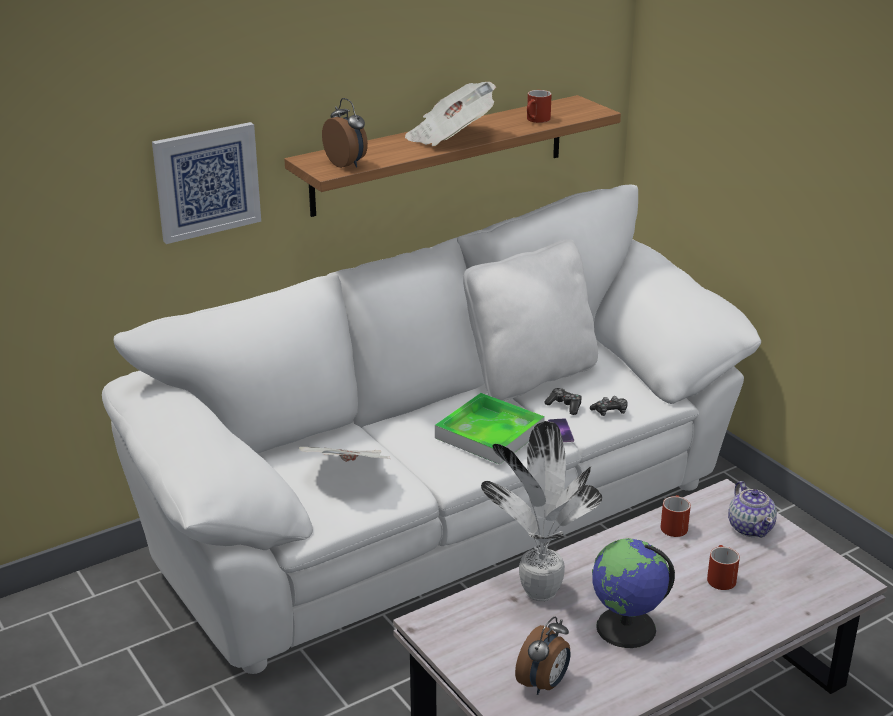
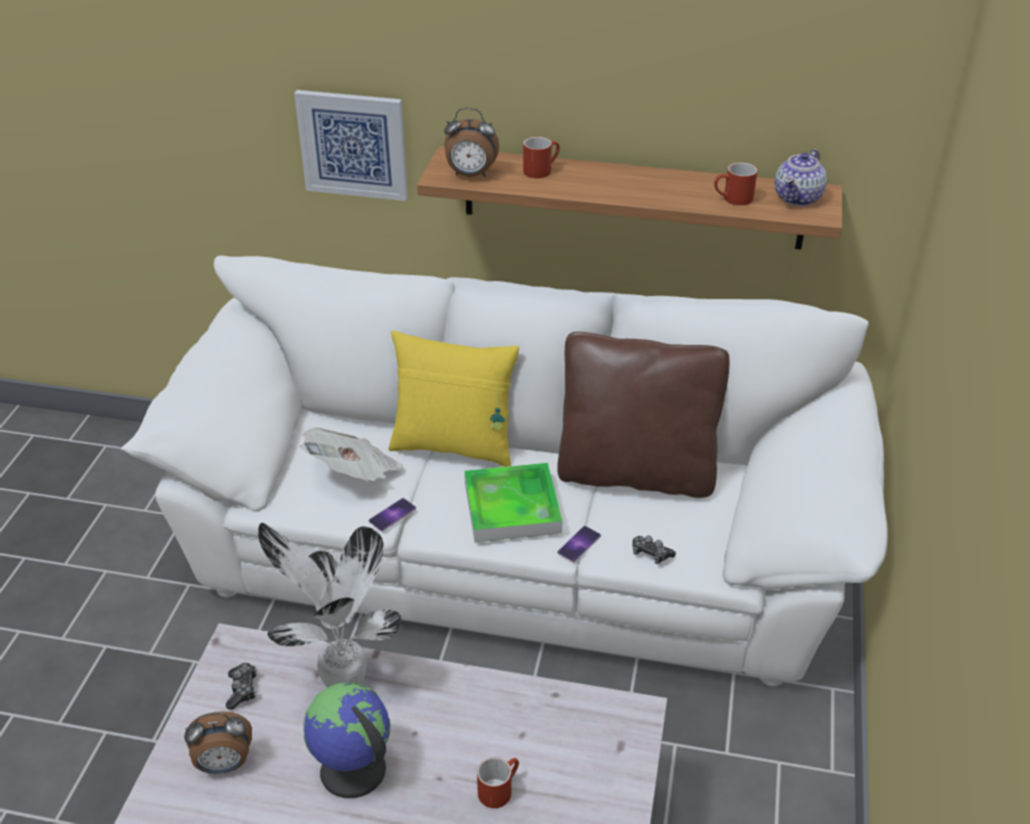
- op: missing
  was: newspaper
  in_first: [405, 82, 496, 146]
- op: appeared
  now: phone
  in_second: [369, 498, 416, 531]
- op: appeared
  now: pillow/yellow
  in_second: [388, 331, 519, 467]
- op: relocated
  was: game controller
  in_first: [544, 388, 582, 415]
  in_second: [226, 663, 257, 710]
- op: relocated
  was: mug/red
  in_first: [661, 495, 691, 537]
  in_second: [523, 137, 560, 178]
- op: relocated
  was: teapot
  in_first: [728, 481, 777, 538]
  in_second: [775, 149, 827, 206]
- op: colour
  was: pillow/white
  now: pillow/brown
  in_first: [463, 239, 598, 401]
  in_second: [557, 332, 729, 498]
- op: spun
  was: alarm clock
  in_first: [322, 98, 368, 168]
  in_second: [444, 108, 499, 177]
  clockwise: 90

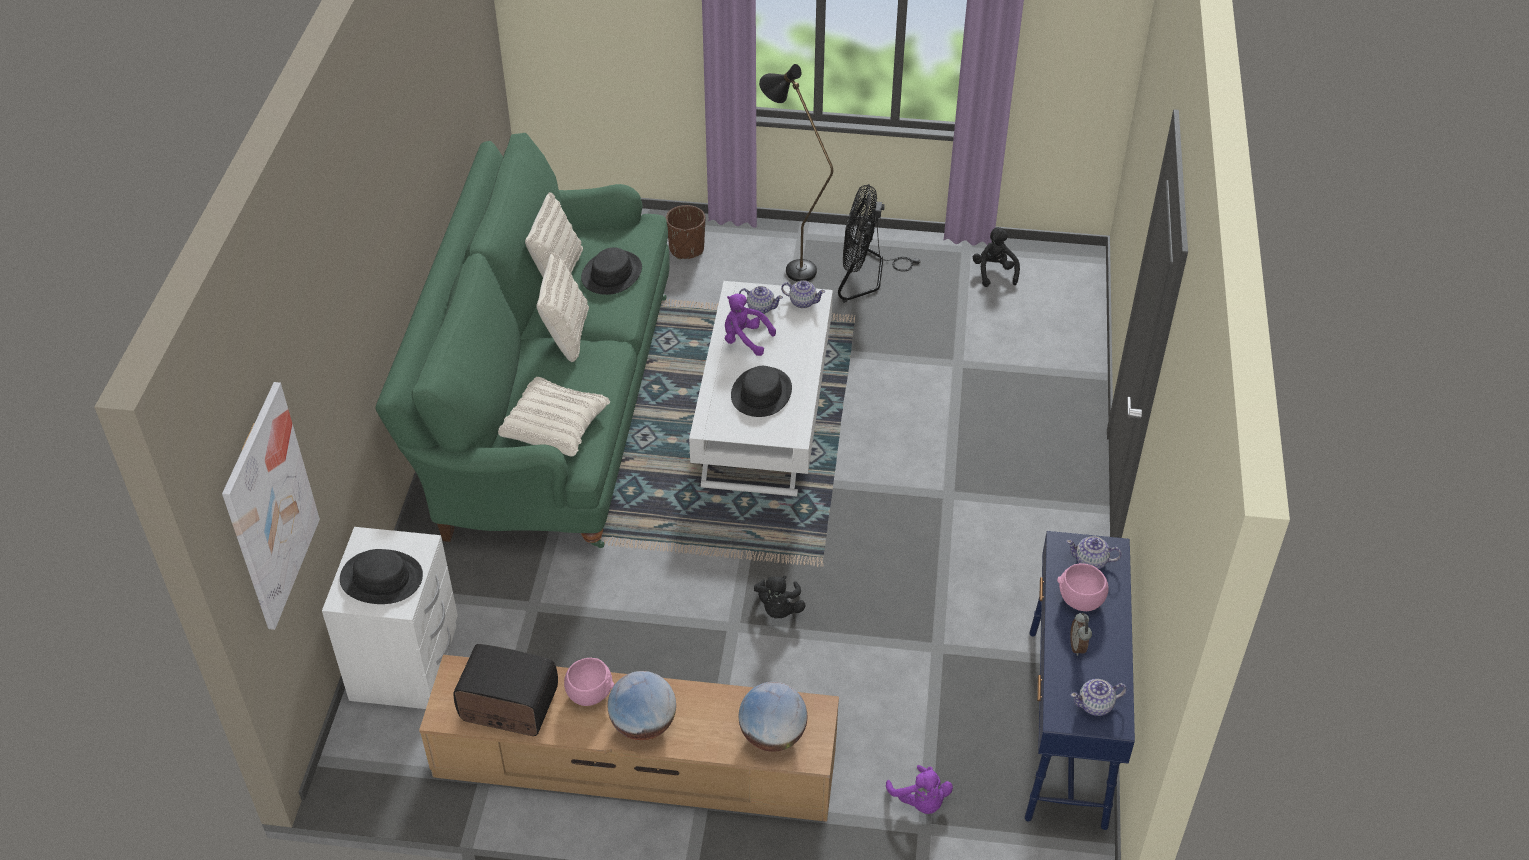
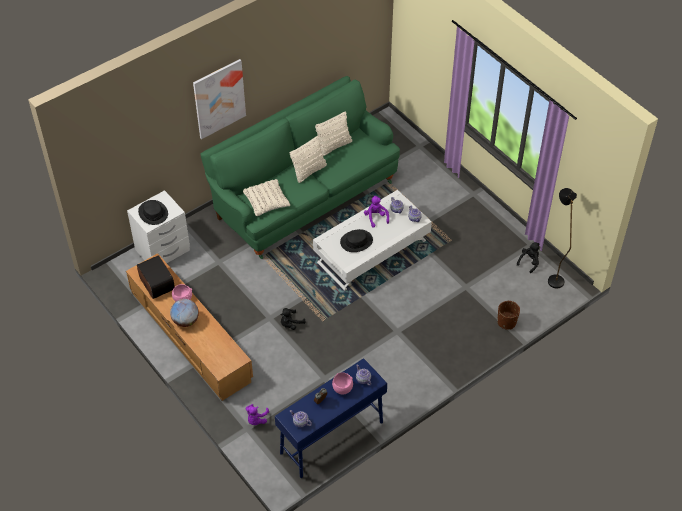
- op: missing
  was: hat/black
  in_first: [581, 247, 642, 295]
- op: missing
  was: globe
  in_first: [739, 682, 807, 752]
- op: missing
  was: fan/black
  in_first: [838, 184, 922, 303]
- op: relocated
  was: picture
  in_first: [222, 382, 320, 630]
  in_second: [193, 59, 246, 139]
- op: relocated
  was: planter/brown
  in_first: [666, 205, 705, 259]
  in_second: [497, 301, 520, 330]
- op: relocated
  was: floor lamp/black
  in_first: [759, 64, 833, 282]
  in_second: [548, 188, 577, 288]

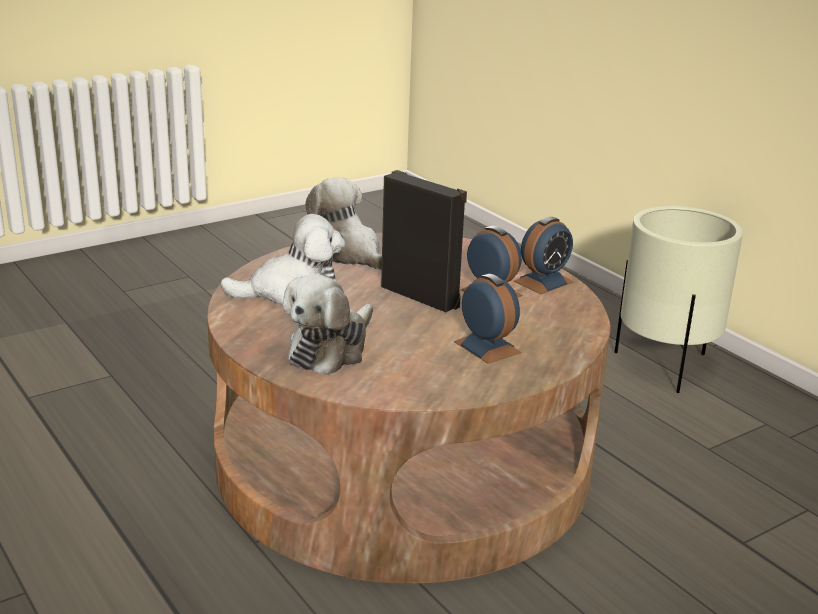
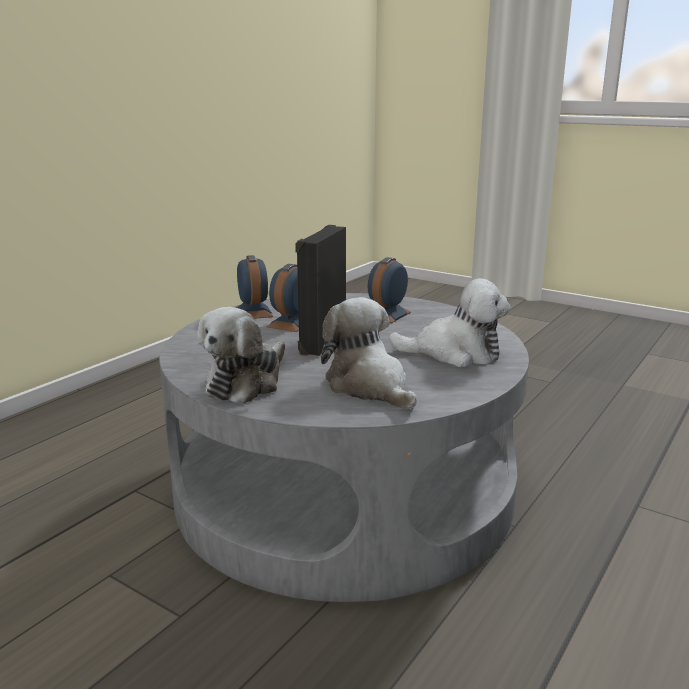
- op: missing
  was: planter/beige
  in_first: [614, 206, 743, 393]
- op: colour
  was: coffee table/brown
  now: coffee table/grey
  in_first: [207, 233, 611, 583]
  in_second: [159, 293, 529, 602]
- op: spun
  was: alarm clock
  in_first: [513, 217, 573, 294]
  in_second: [235, 255, 273, 319]
  clockwise: 45

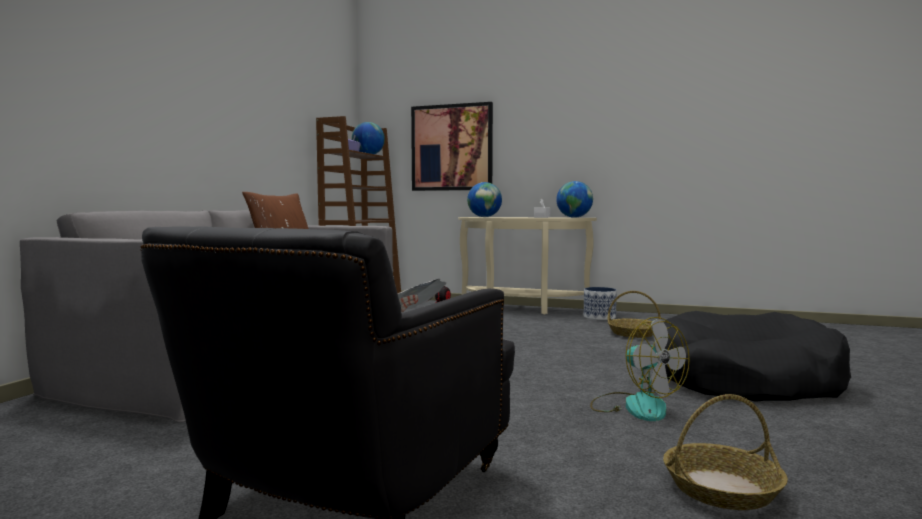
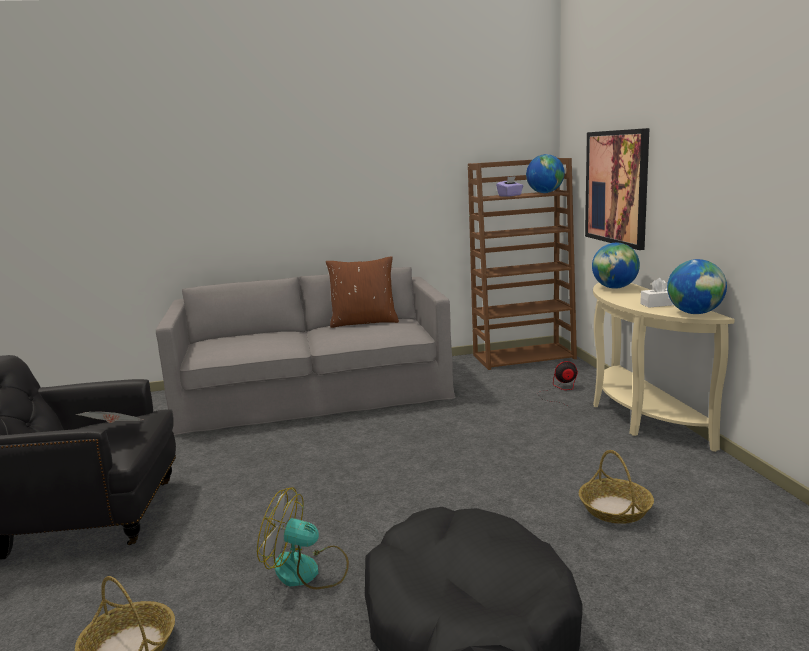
- op: missing
  was: planter
  in_first: [584, 287, 617, 320]
- op: spun
  was: fan
  in_first: [590, 317, 690, 421]
  in_second: [257, 487, 349, 589]
  clockwise: 75

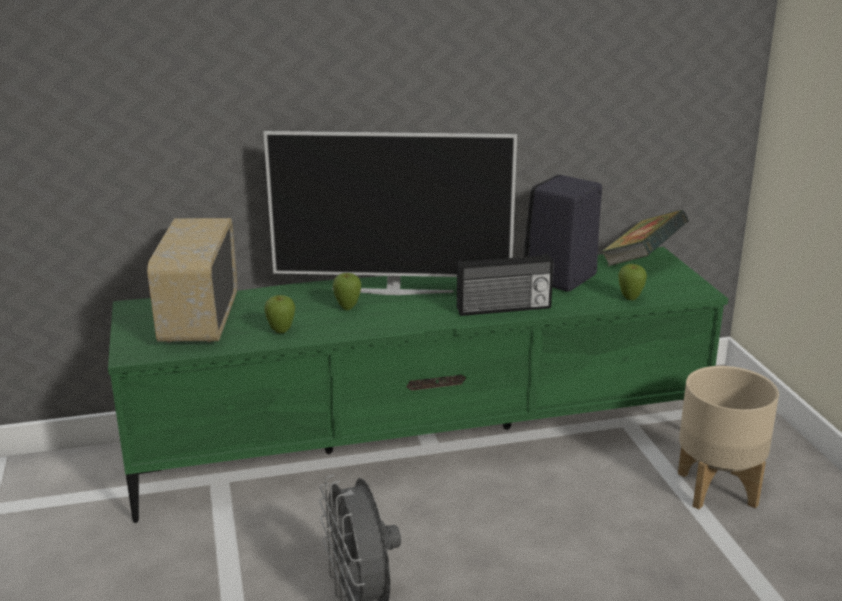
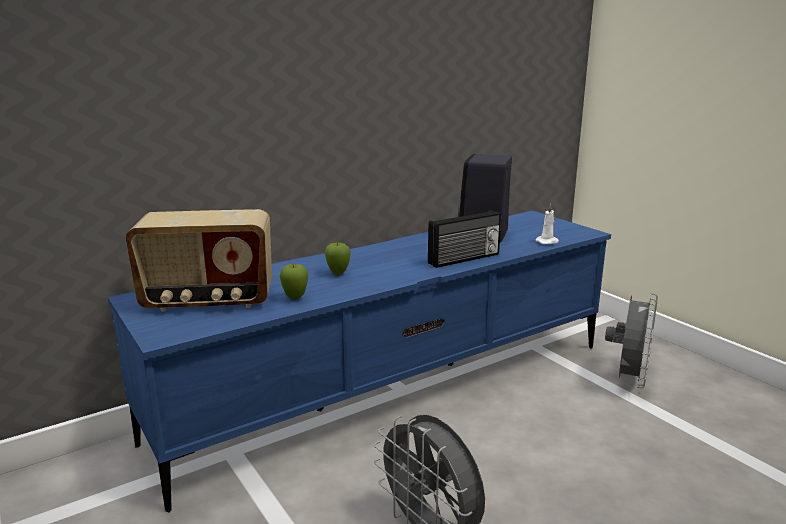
- op: missing
  was: television
  in_first: [264, 131, 517, 295]
- op: missing
  was: book
  in_first: [601, 210, 689, 266]
- op: exchanged
  was: apple
  now: candle/white
  in_first: [618, 264, 647, 300]
  in_second: [536, 203, 559, 244]
- op: exchanged
  was: planter/beige
  now: fan/grey
  in_first: [678, 366, 779, 509]
  in_second: [605, 293, 658, 388]
- op: colour
  was: tv stand/green
  now: tv stand/blue
  in_first: [108, 247, 728, 523]
  in_second: [108, 210, 611, 512]
- op: spun
  was: radio
  in_first: [147, 218, 237, 343]
  in_second: [125, 209, 272, 312]
  clockwise: -75

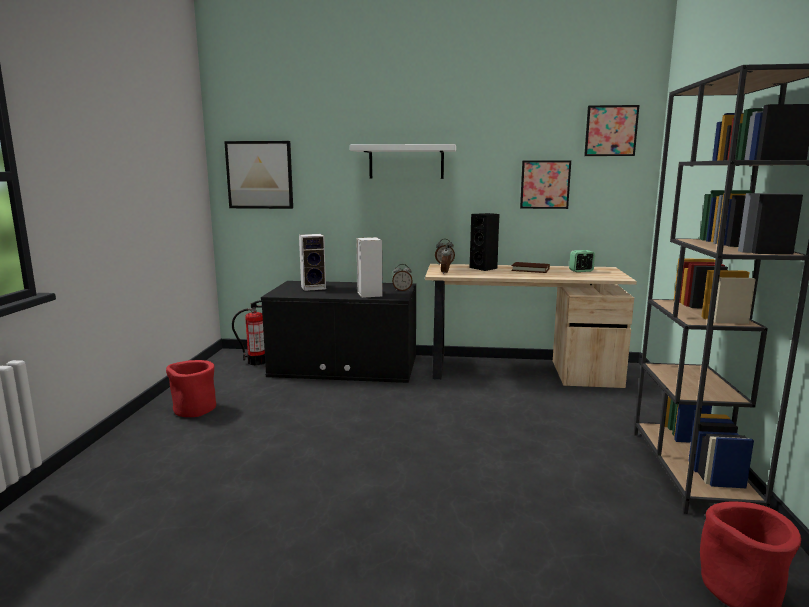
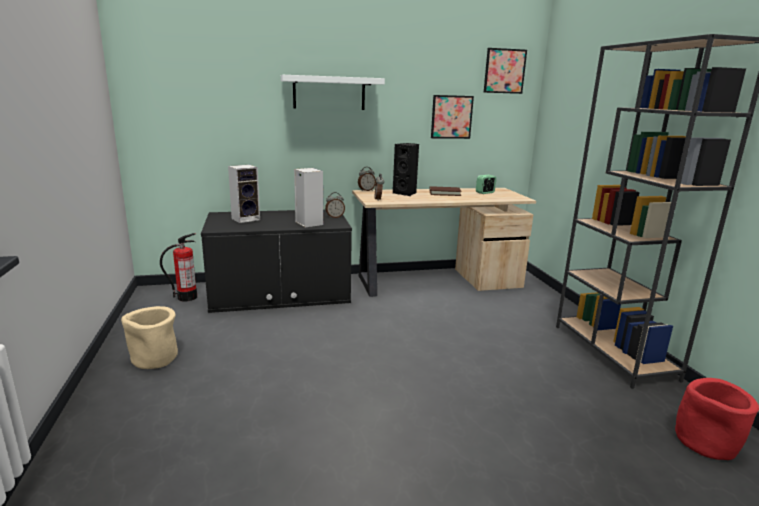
- op: missing
  was: picture
  in_first: [224, 141, 293, 209]
- op: colour
  was: planter/red
  now: planter/beige
  in_first: [166, 360, 216, 417]
  in_second: [121, 306, 178, 369]

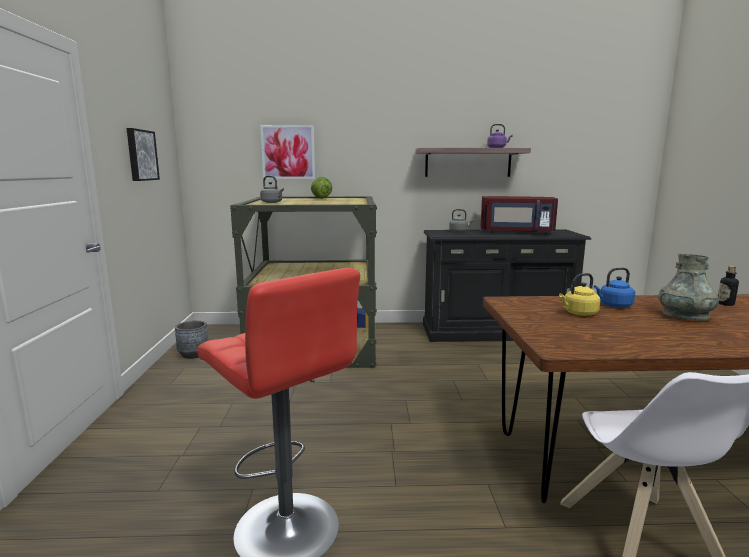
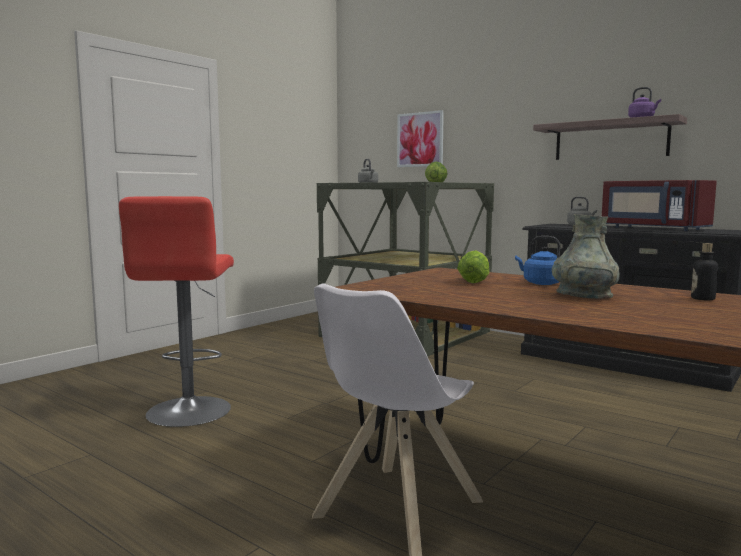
- op: missing
  was: picture
  in_first: [127, 128, 160, 181]
- op: missing
  was: planter/grey
  in_first: [175, 320, 209, 359]
- op: exchanged
  was: kettle/yellow
  now: lettuce
  in_first: [559, 273, 600, 316]
  in_second: [457, 250, 490, 283]

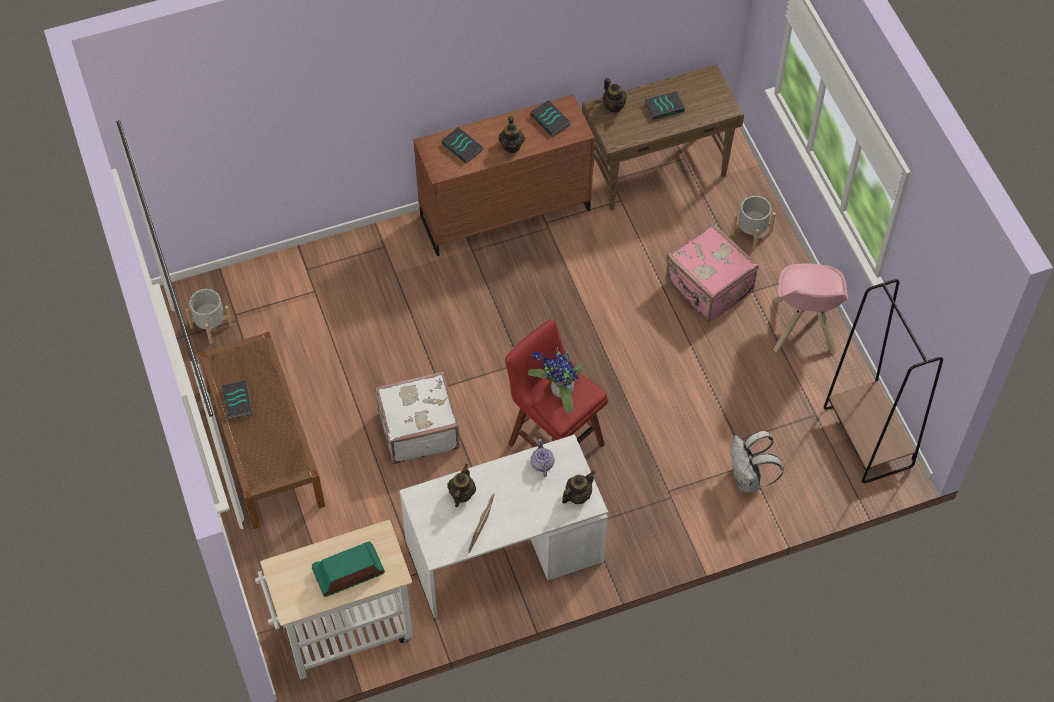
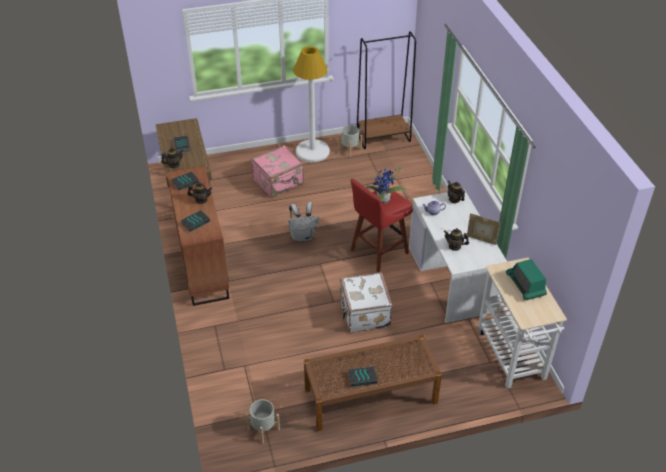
- op: relocated
  was: backpack/white
  in_first: [730, 431, 784, 492]
  in_second: [288, 202, 319, 242]
- op: relocated
  was: planter/grey
  in_first: [731, 196, 776, 250]
  in_second: [339, 125, 362, 157]
- op: exchanged
  was: chair/pink
  now: floor lamp/white
  in_first: [772, 264, 848, 355]
  in_second: [294, 46, 330, 162]

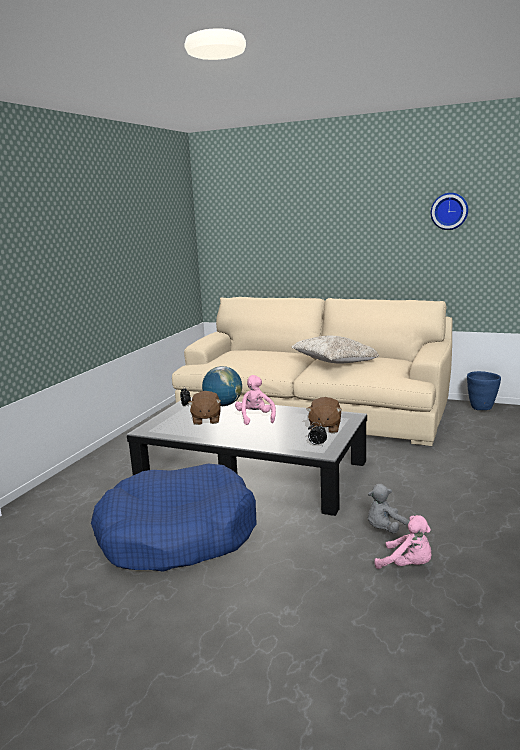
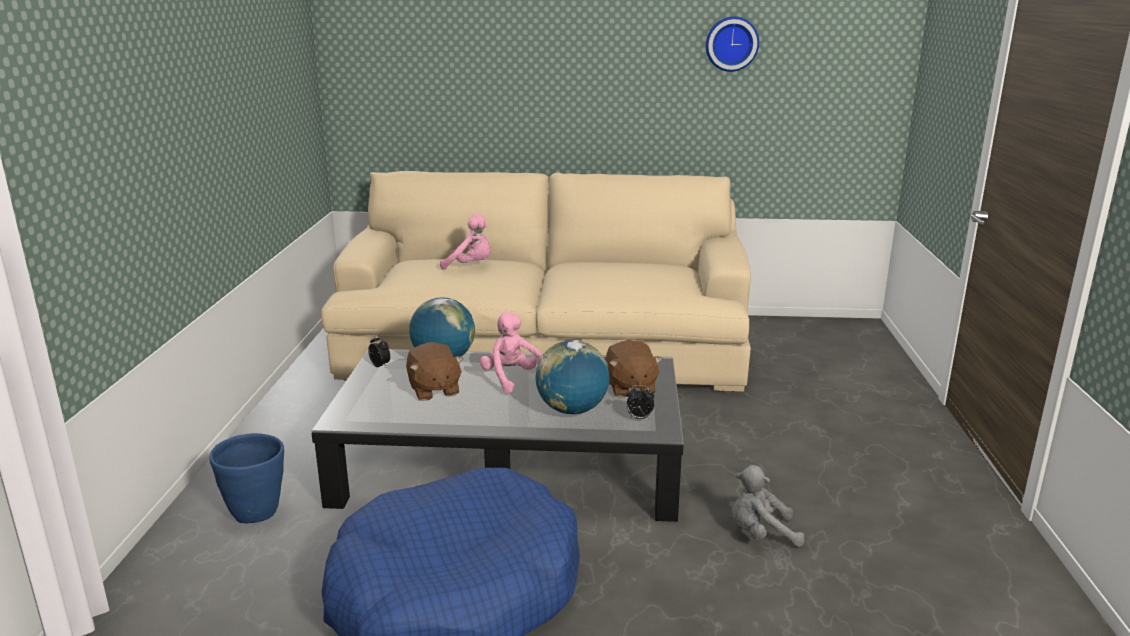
- op: missing
  was: pillow/beige
  in_first: [292, 335, 379, 363]
- op: appeared
  now: globe
  in_second: [536, 340, 610, 414]
- op: relocated
  was: plush toy/pink
  in_first: [375, 515, 432, 569]
  in_second: [440, 214, 491, 270]
- op: relocated
  was: planter/blue
  in_first: [467, 371, 501, 410]
  in_second: [209, 433, 284, 523]
- op: spun
  was: plush toy/grey
  in_first: [368, 484, 410, 533]
  in_second: [732, 465, 804, 547]
  clockwise: 45

